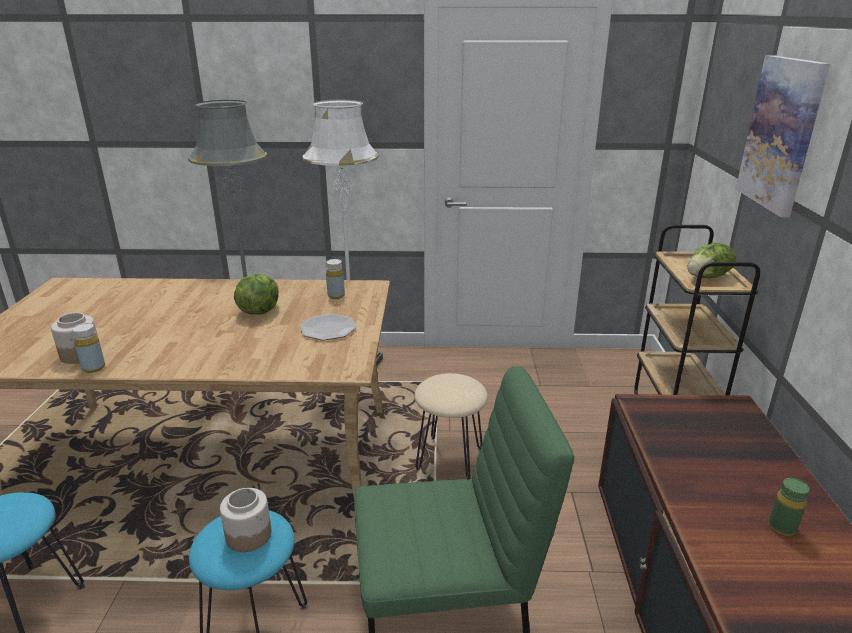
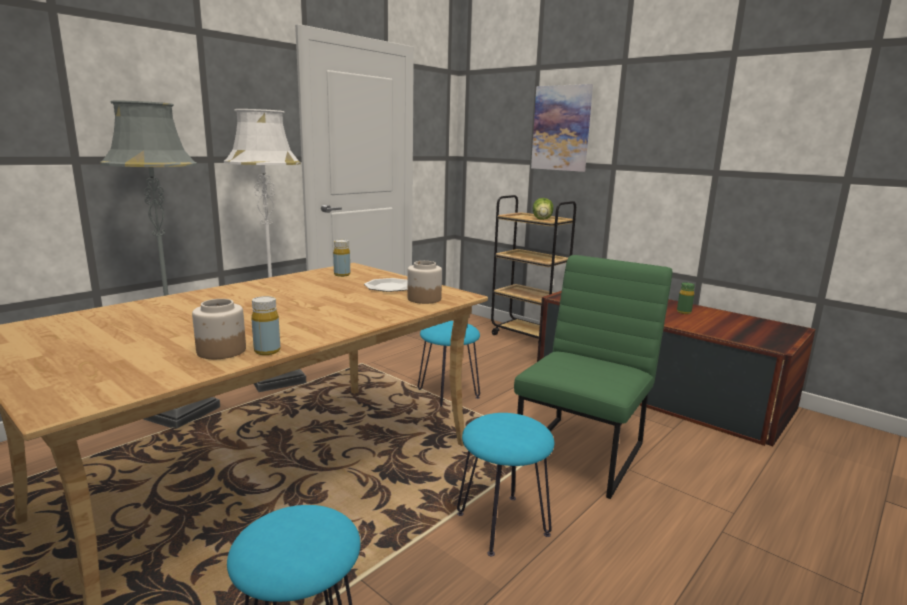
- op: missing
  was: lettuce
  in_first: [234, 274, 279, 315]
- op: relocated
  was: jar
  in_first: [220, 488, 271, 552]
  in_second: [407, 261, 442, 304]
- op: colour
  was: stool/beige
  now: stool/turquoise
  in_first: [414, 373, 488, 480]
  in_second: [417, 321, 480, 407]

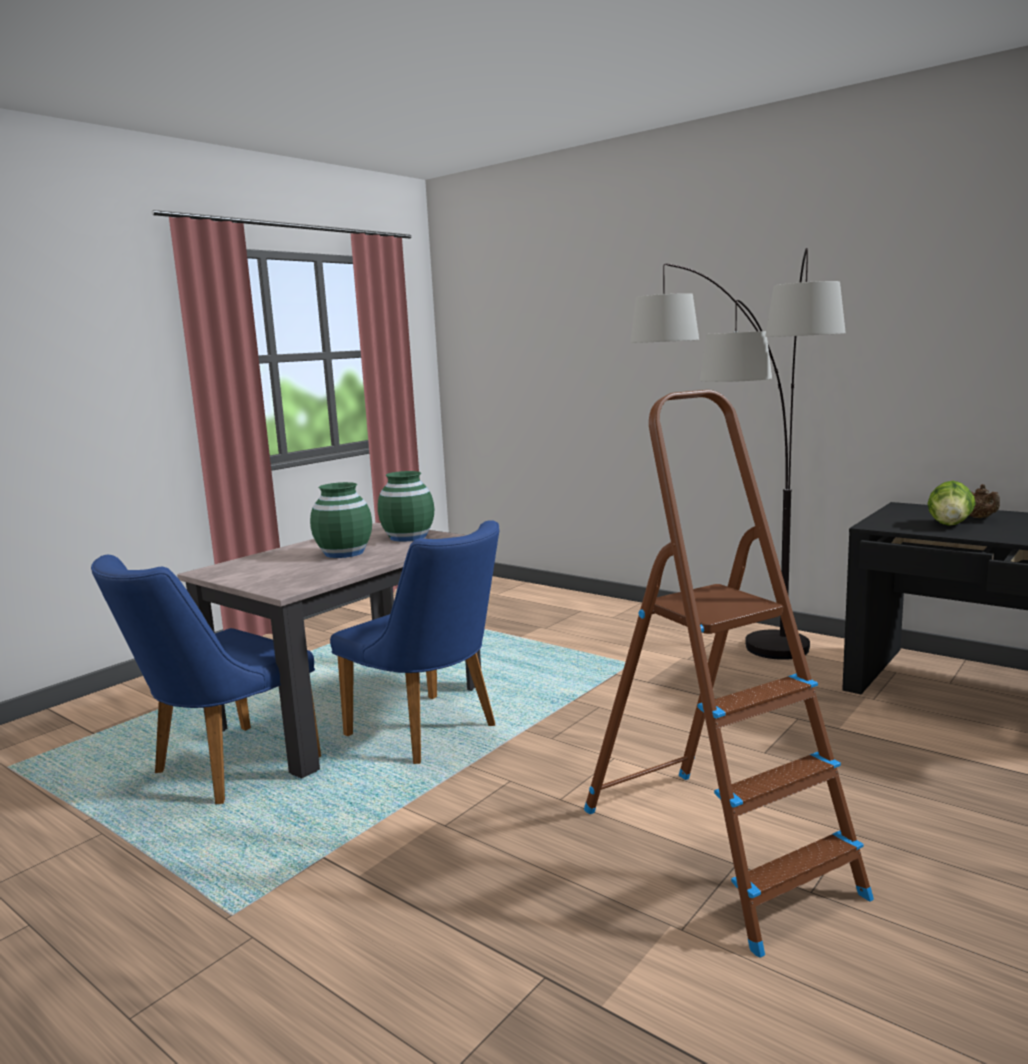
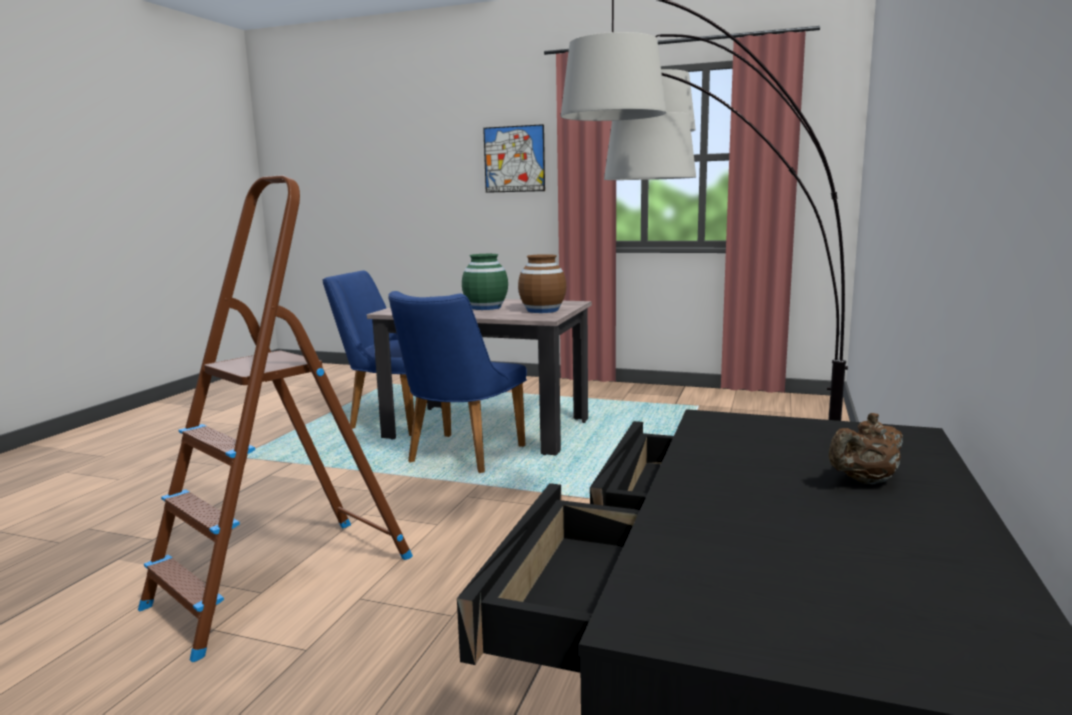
- op: missing
  was: lettuce
  in_first: [927, 481, 976, 526]
- op: appeared
  now: picture
  in_second: [483, 124, 545, 193]
- op: colour
  was: vase/green
  now: vase/brown
  in_first: [378, 471, 434, 542]
  in_second: [518, 254, 566, 313]

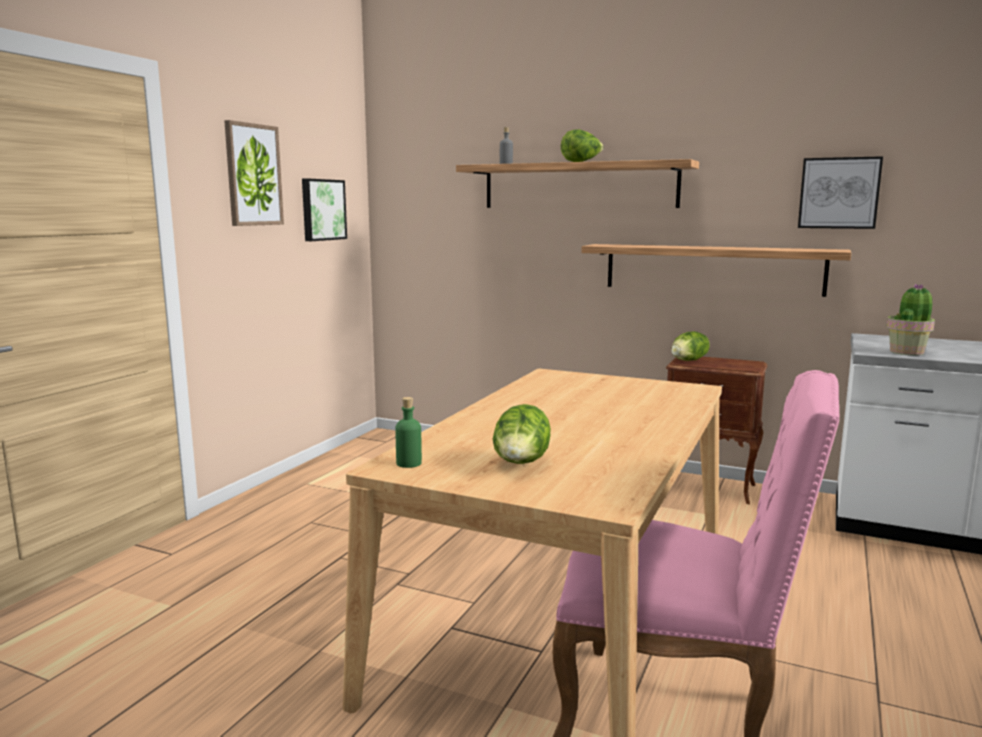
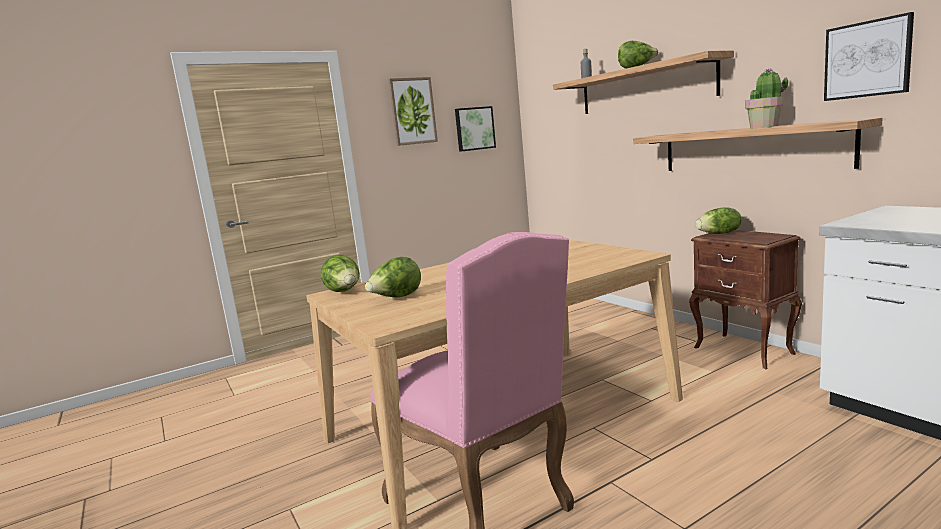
- op: relocated
  was: potted plant
  in_first: [886, 284, 935, 355]
  in_second: [745, 69, 788, 128]
- op: exchanged
  was: bottle/green
  now: lettuce
  in_first: [395, 397, 422, 468]
  in_second: [321, 255, 360, 292]

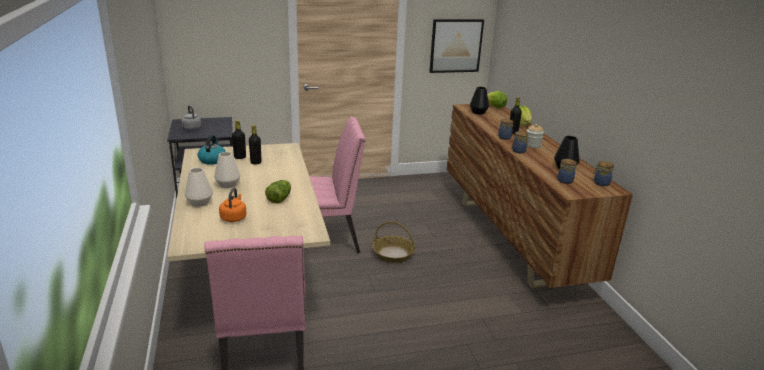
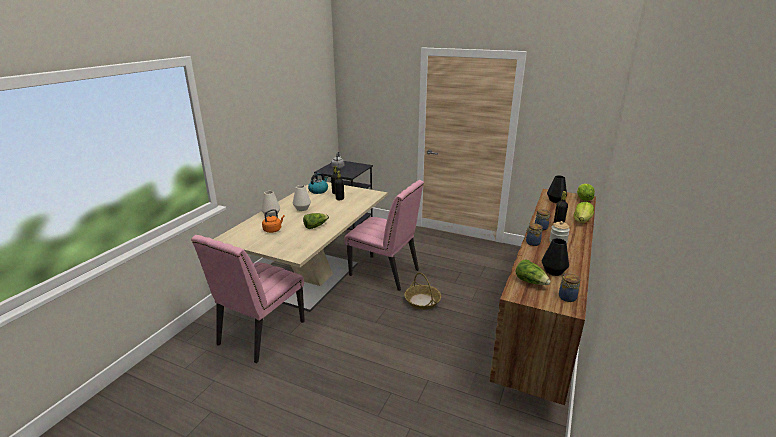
- op: missing
  was: picture
  in_first: [429, 19, 484, 73]
- op: exchanged
  was: jar
  now: lettuce
  in_first: [557, 159, 577, 184]
  in_second: [515, 260, 551, 285]

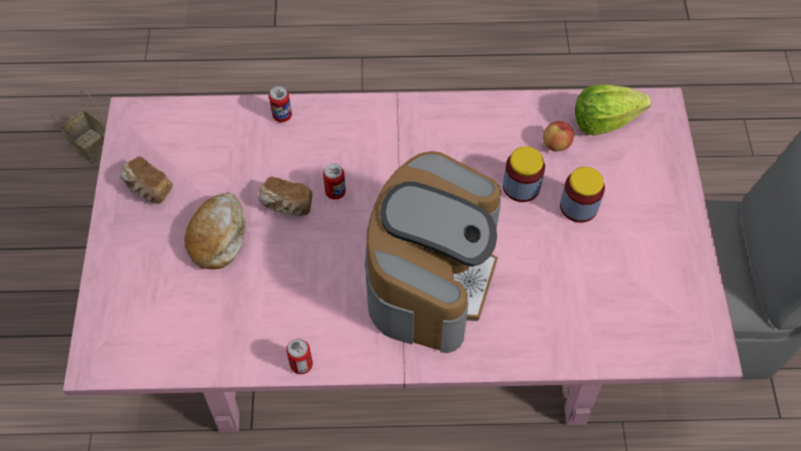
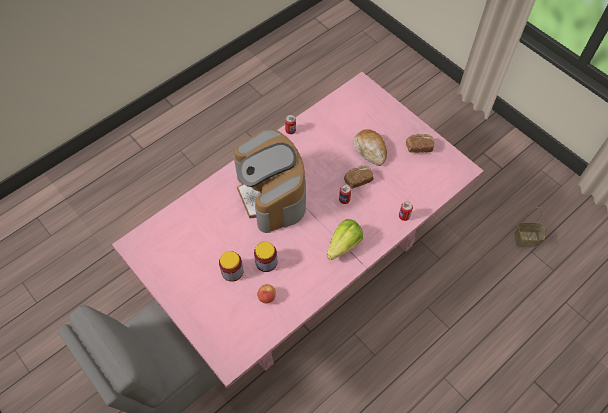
- op: relocated
  was: lettuce
  in_first: [575, 84, 651, 135]
  in_second: [327, 219, 363, 260]

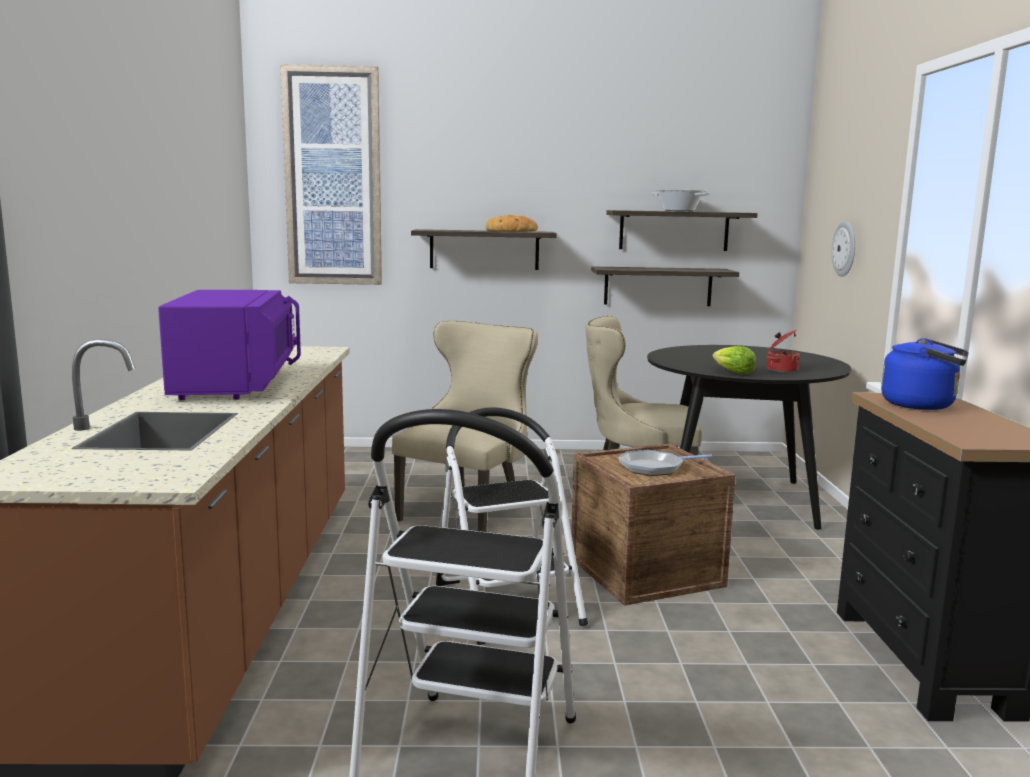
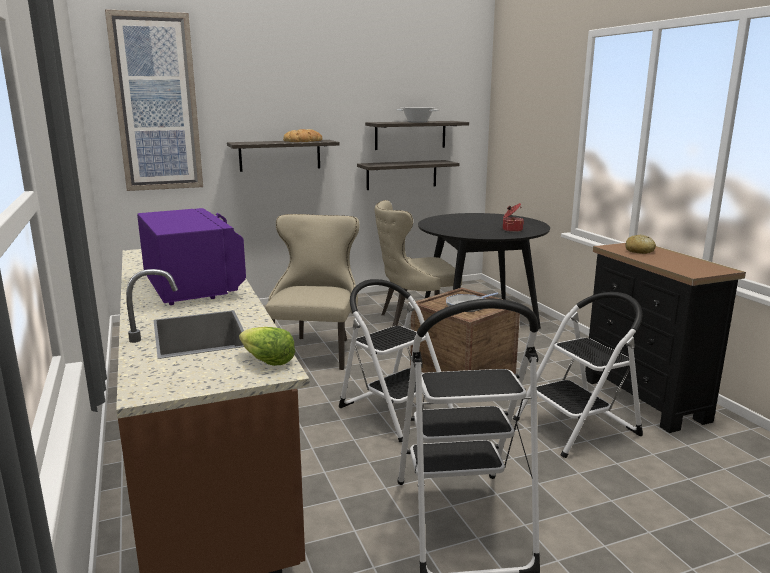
- op: missing
  was: wall clock
  in_first: [832, 221, 855, 277]
- op: appeared
  now: step ladder
  in_second: [513, 292, 643, 458]
- op: relocated
  was: lettuce
  in_first: [712, 346, 756, 375]
  in_second: [239, 327, 295, 366]
- op: exchanged
  was: kettle/blue
  now: bread
  in_first: [881, 338, 969, 410]
  in_second: [625, 234, 656, 254]

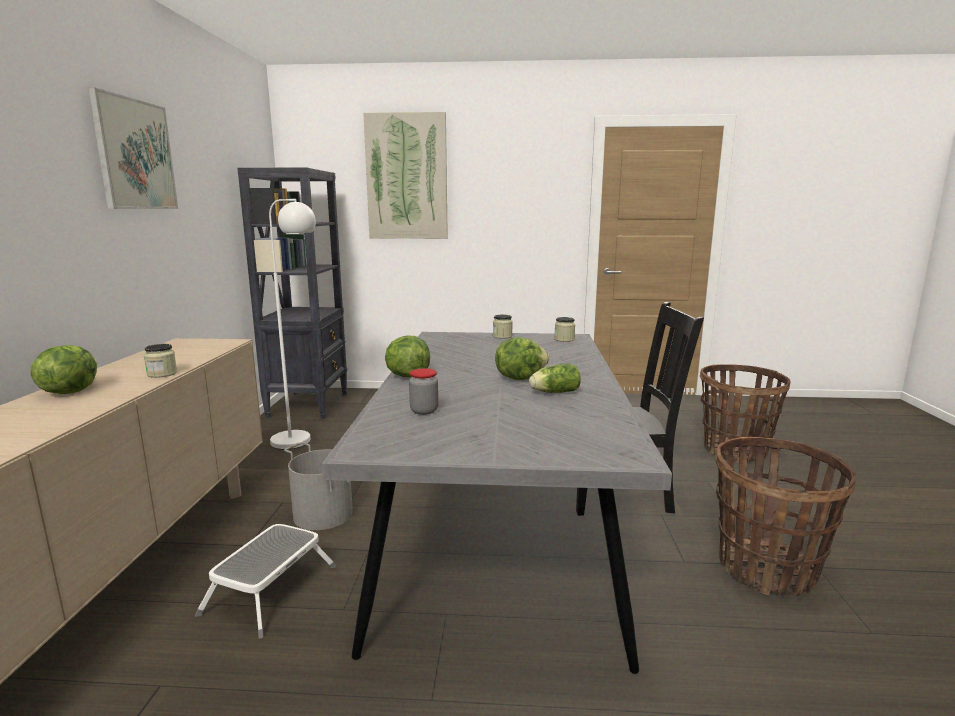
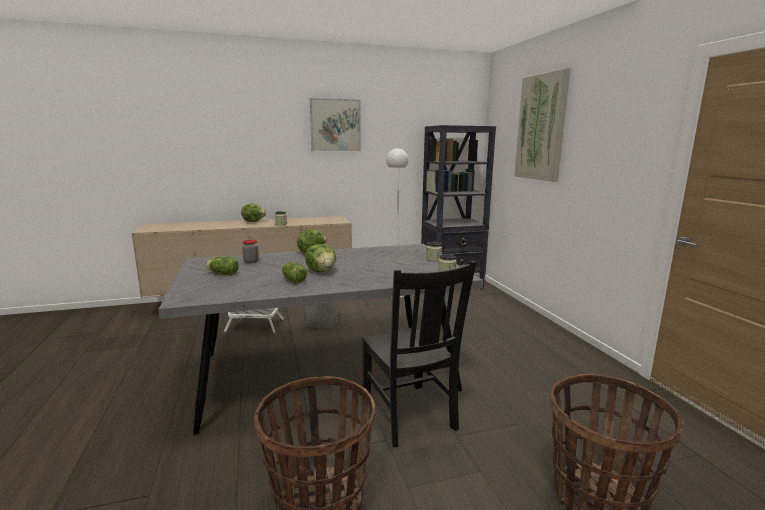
- op: appeared
  now: lettuce
  in_second: [206, 257, 239, 275]

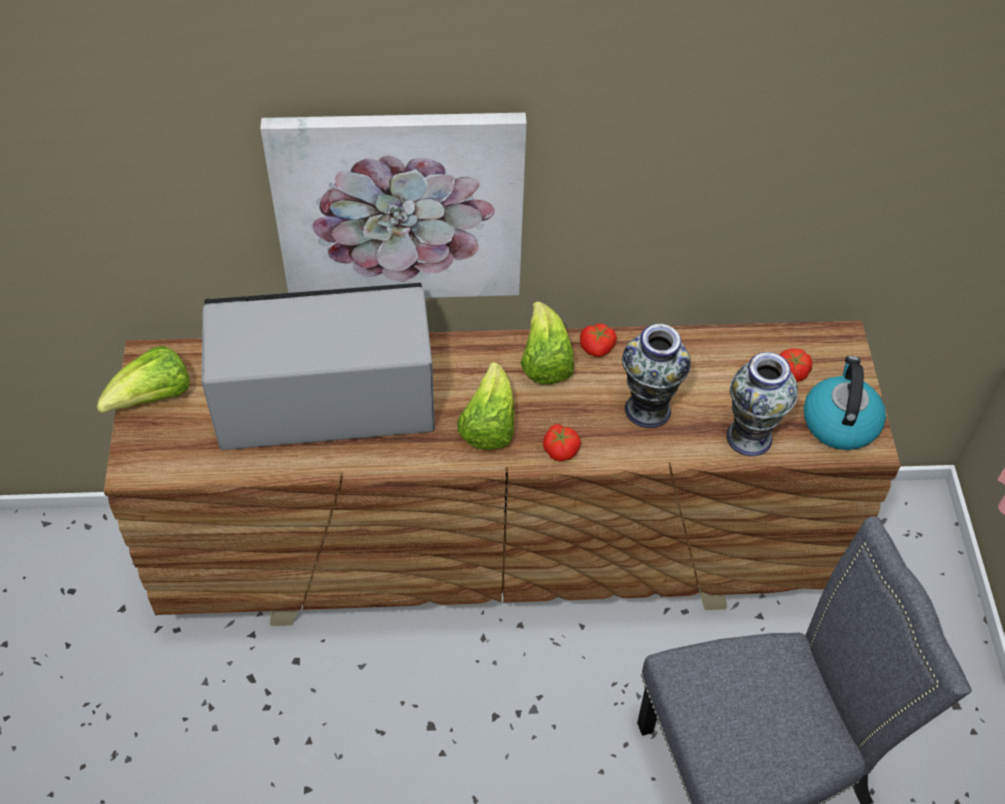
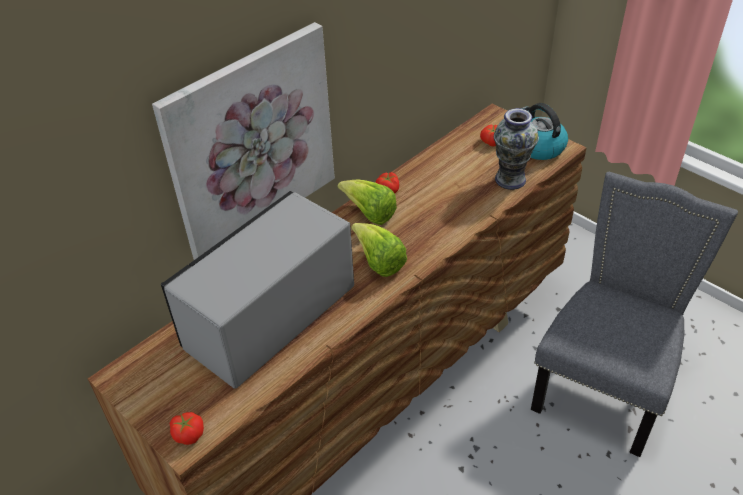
- op: missing
  was: lettuce
  in_first: [97, 346, 190, 413]
- op: missing
  was: vase
  in_first: [622, 324, 691, 428]
- op: relocated
  was: tomato
  in_first: [543, 424, 581, 462]
  in_second: [170, 412, 204, 445]

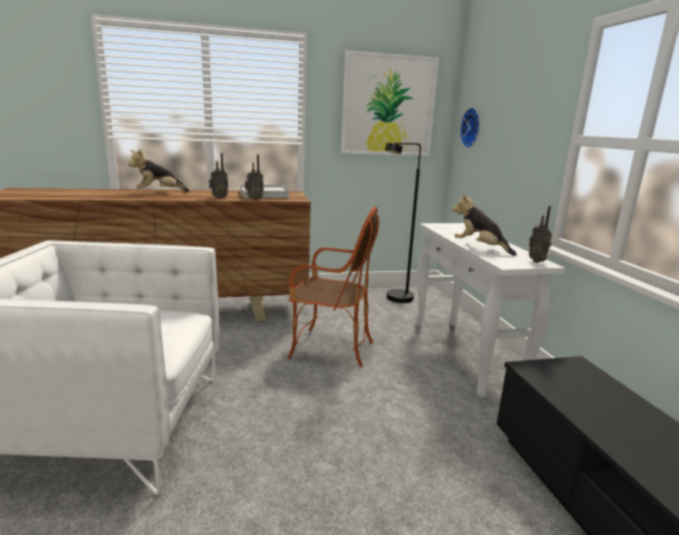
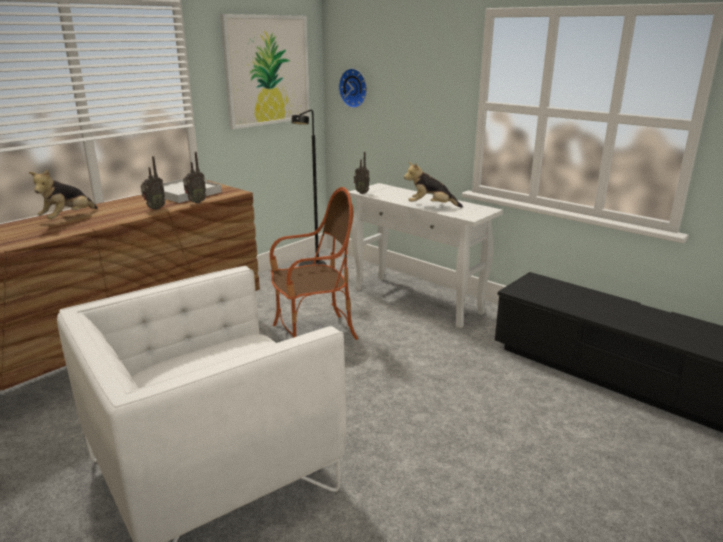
- op: relocated
  was: radio
  in_first: [529, 206, 552, 263]
  in_second: [354, 152, 370, 194]

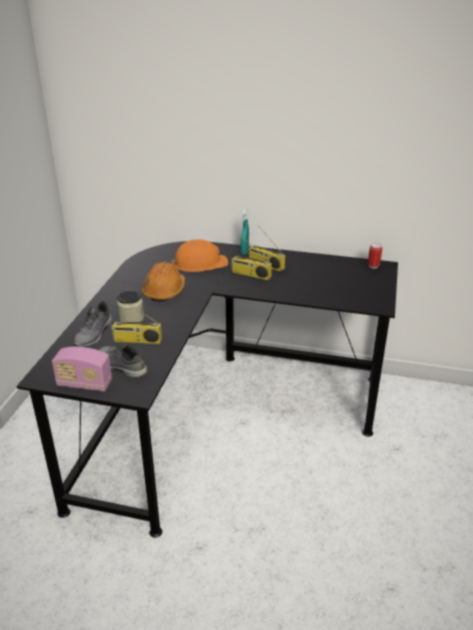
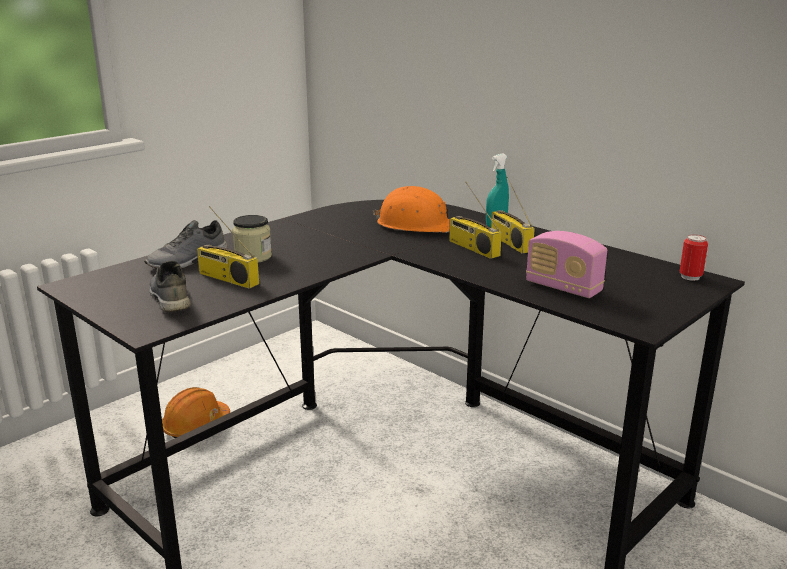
- op: relocated
  was: radio
  in_first: [52, 347, 112, 391]
  in_second: [526, 231, 607, 298]
- op: relocated
  was: hard hat/orange
  in_first: [142, 262, 185, 302]
  in_second: [162, 387, 230, 438]

